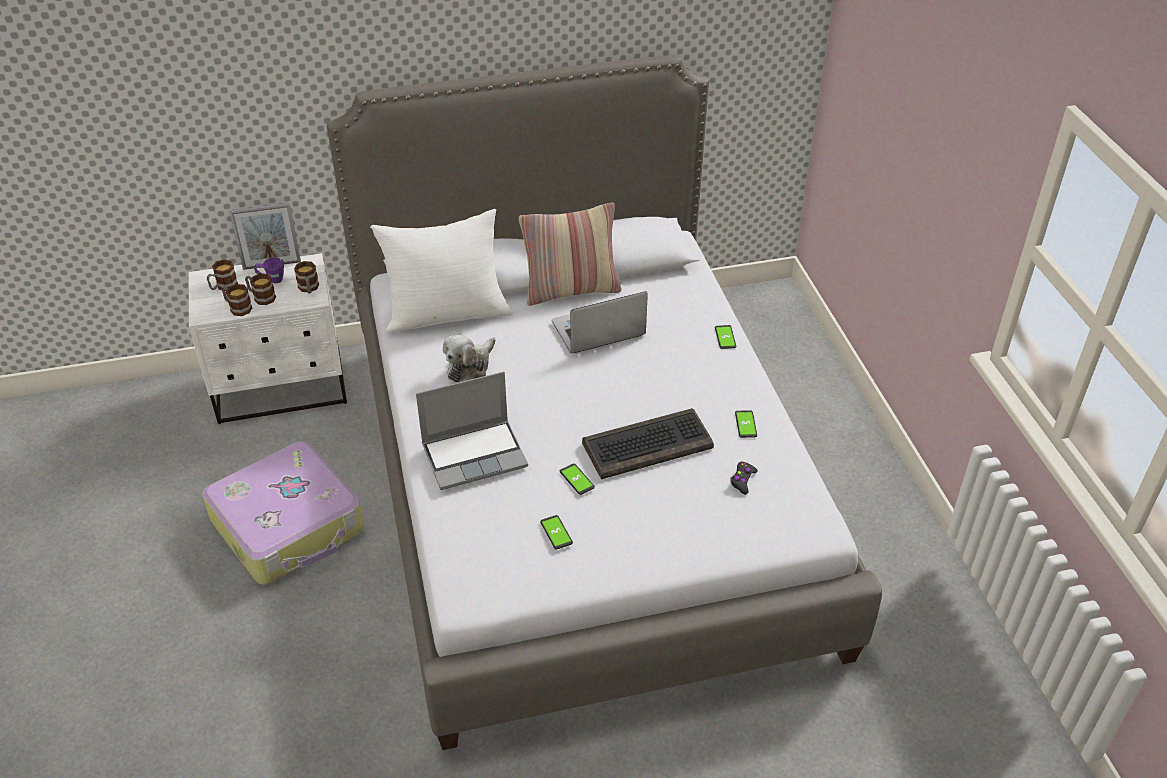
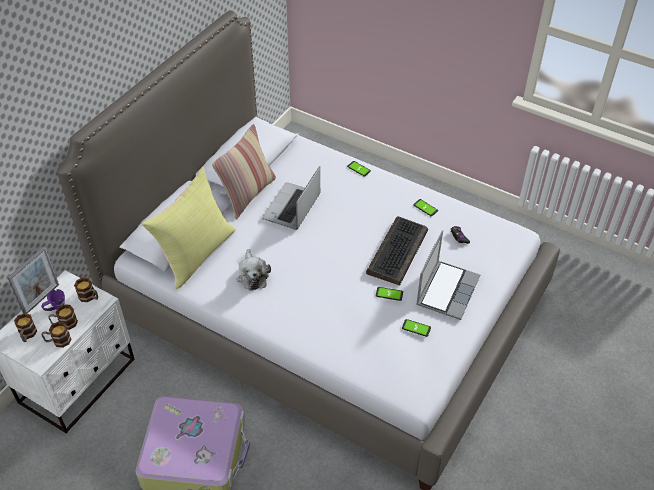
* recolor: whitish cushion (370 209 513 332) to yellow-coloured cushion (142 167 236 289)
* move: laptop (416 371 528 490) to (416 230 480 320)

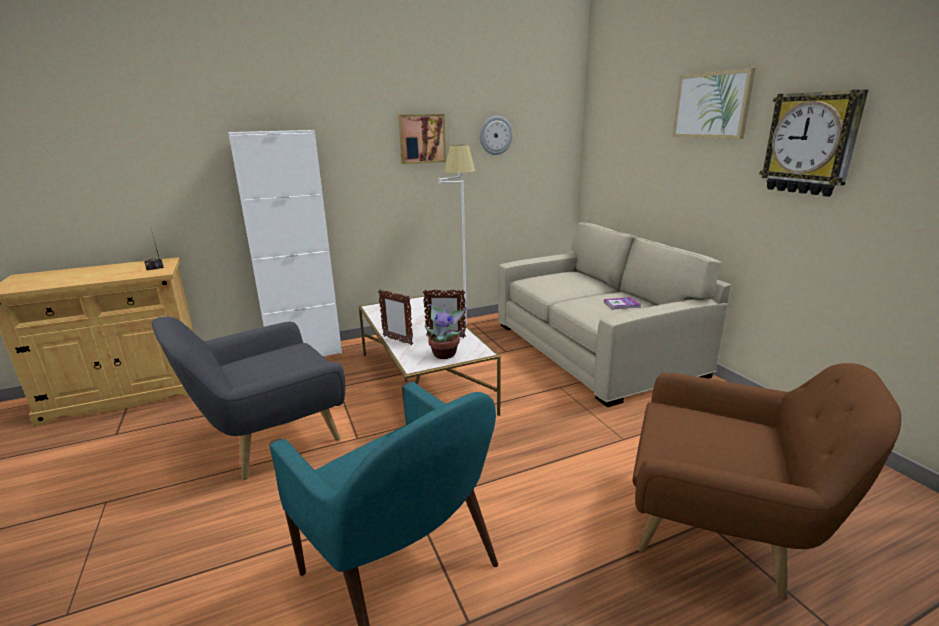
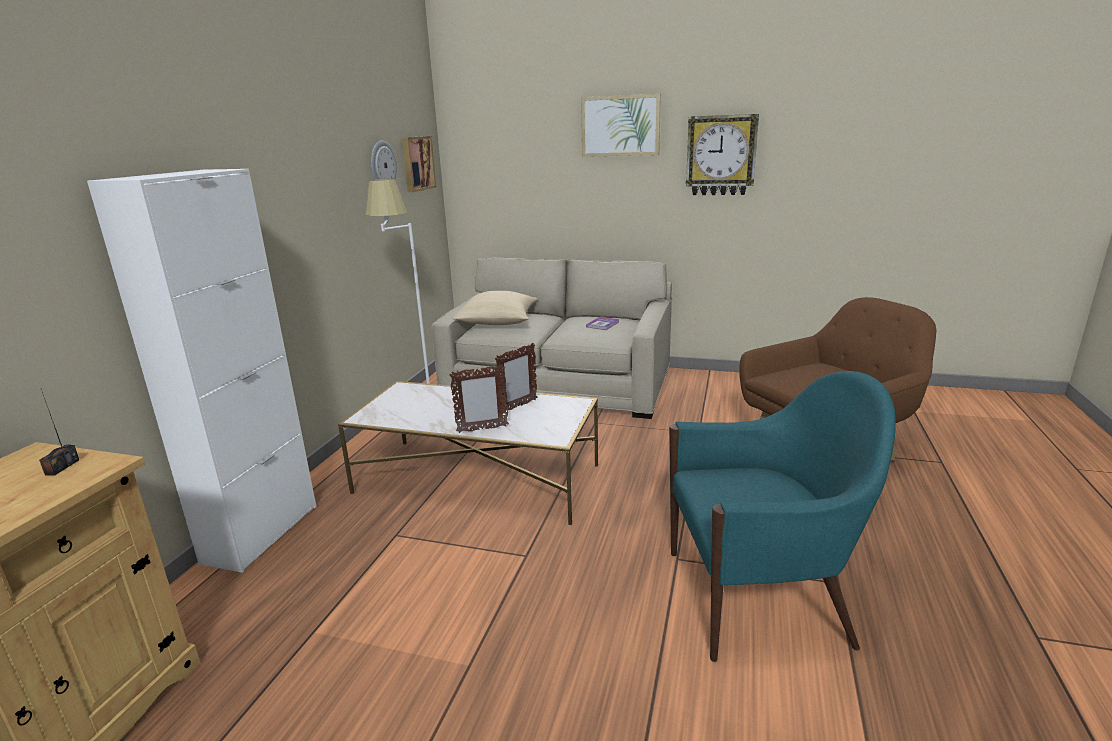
* move: wall picture (398 114 446 164) to (402 136 437 192)
* delete: houseplant (424 304 467 359)
* delete: grey easy chair (152 316 346 480)
* insert: beige-coloured cushion (452 291 538 325)

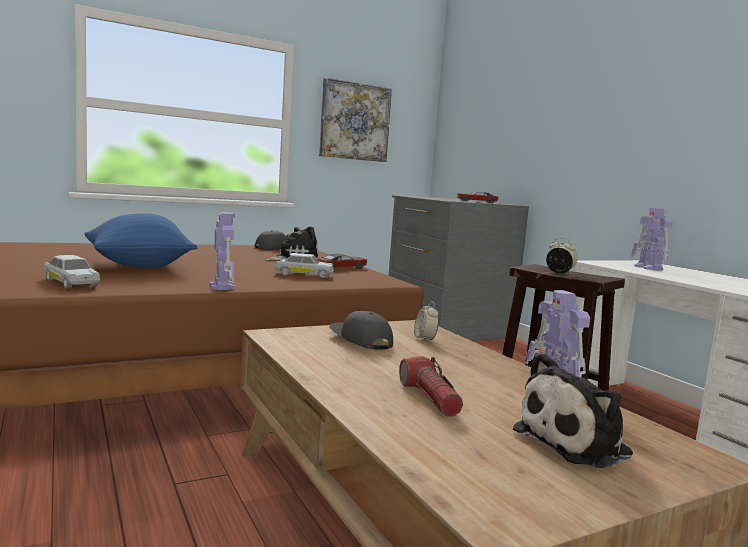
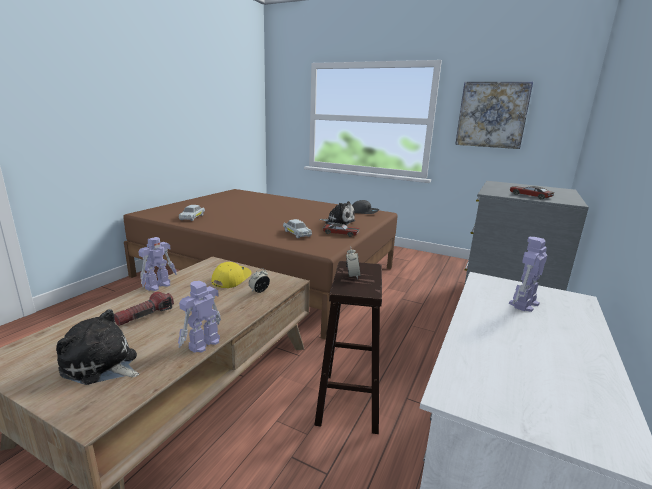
* move: model robot (210 212 236 290) to (138 237 177 291)
* delete: blue cushion (85 213 198 268)
* recolor: grey cap (329 311 393 350) to yellow-coloured cap (211 262 251 288)

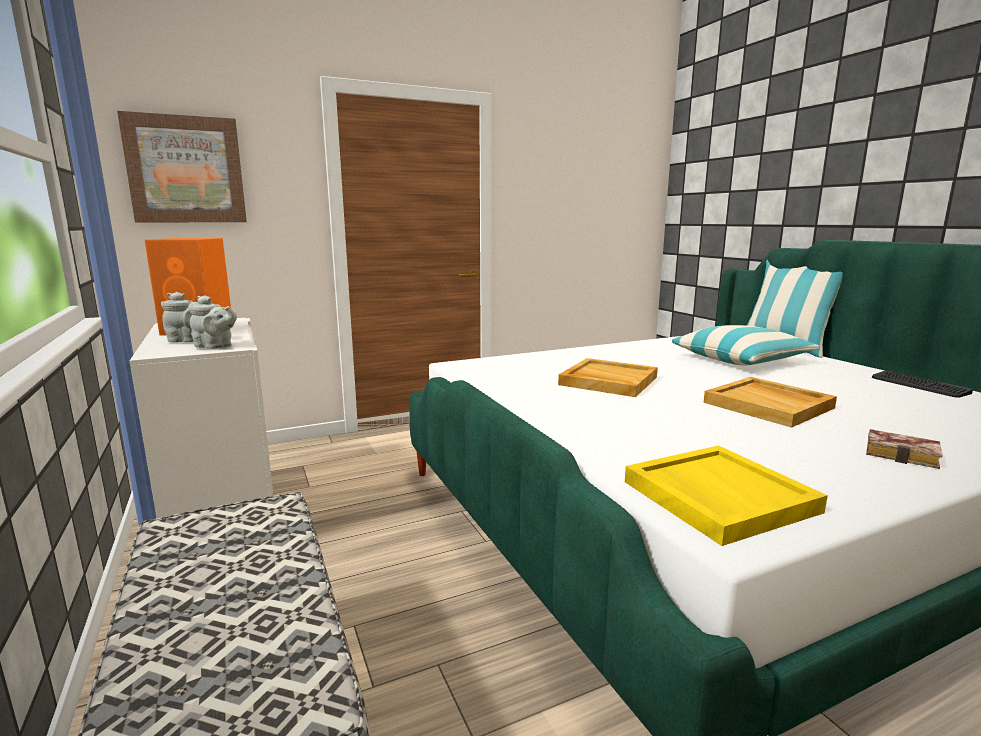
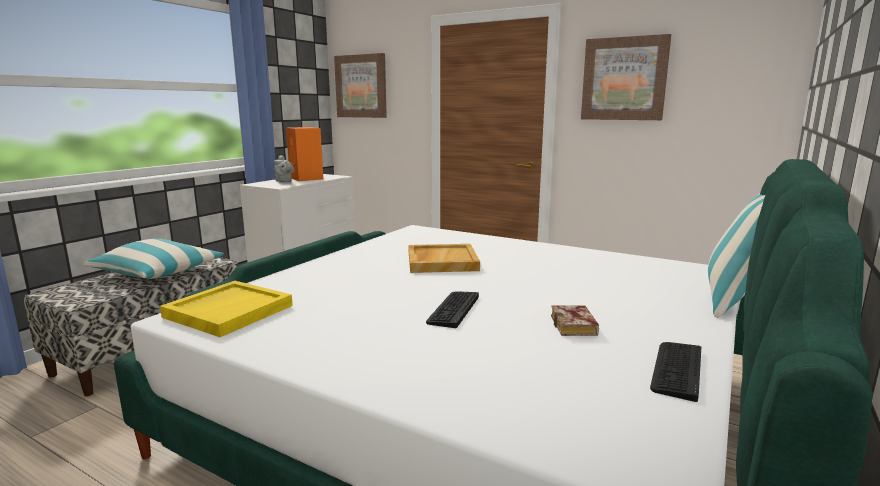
* delete: grey tea pot (189 295 237 349)
* move: cushion (672 325 820 365) to (83 239 224 279)
* replace: beige-coloured serving tray (703 377 837 428) to PC keyboard (426 291 479 328)
* move: book (866 429 943 469) to (551 306 599 336)
* insert: wall picture (581 34 671 120)

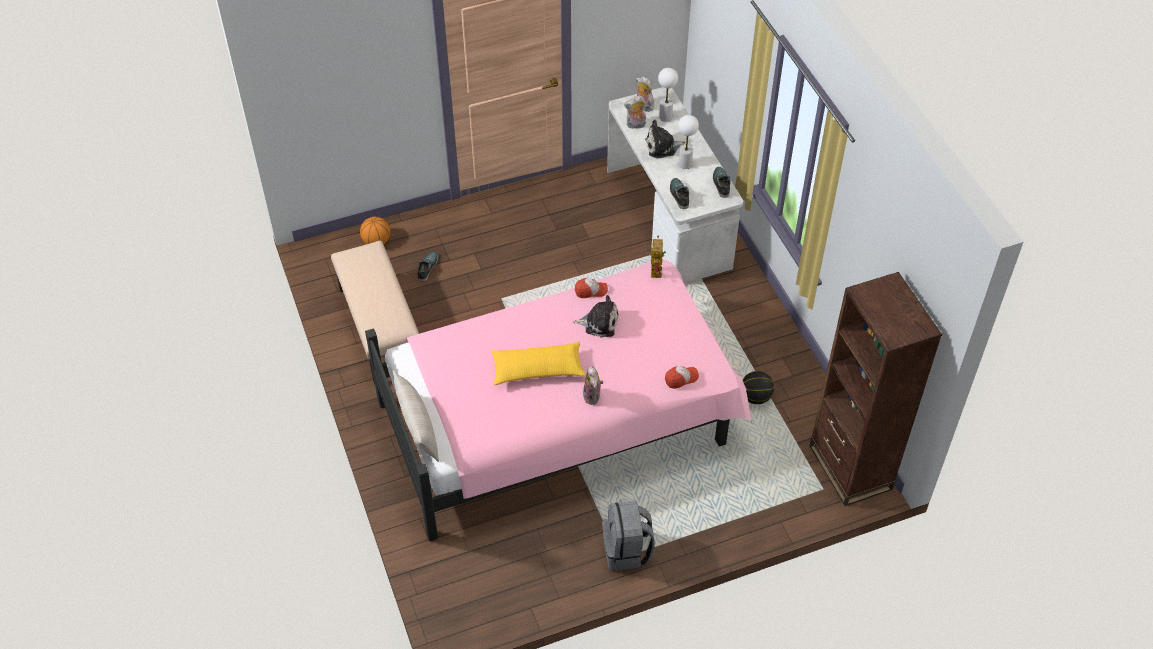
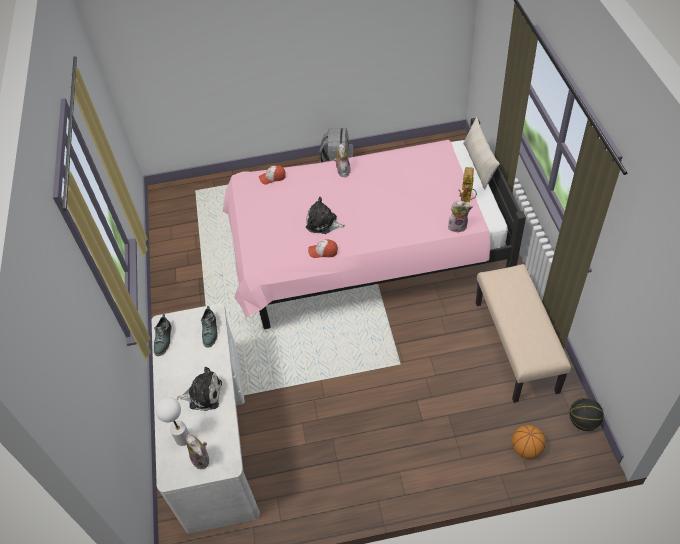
* move: soft toy (624 96 646 129) to (448 201 473 232)
* delete: whitish lamp for a table (678 115 699 169)
* move: model robot (645 236 666 278) to (459 167 477 203)
* delete: shoe (418 252 438 282)
* delete: brownish bookcase (809 272 942 506)
* delete: yellow-coloured cushion (491 342 585 385)
* move: basketball ball (743 371 774 404) to (569 398 604 431)

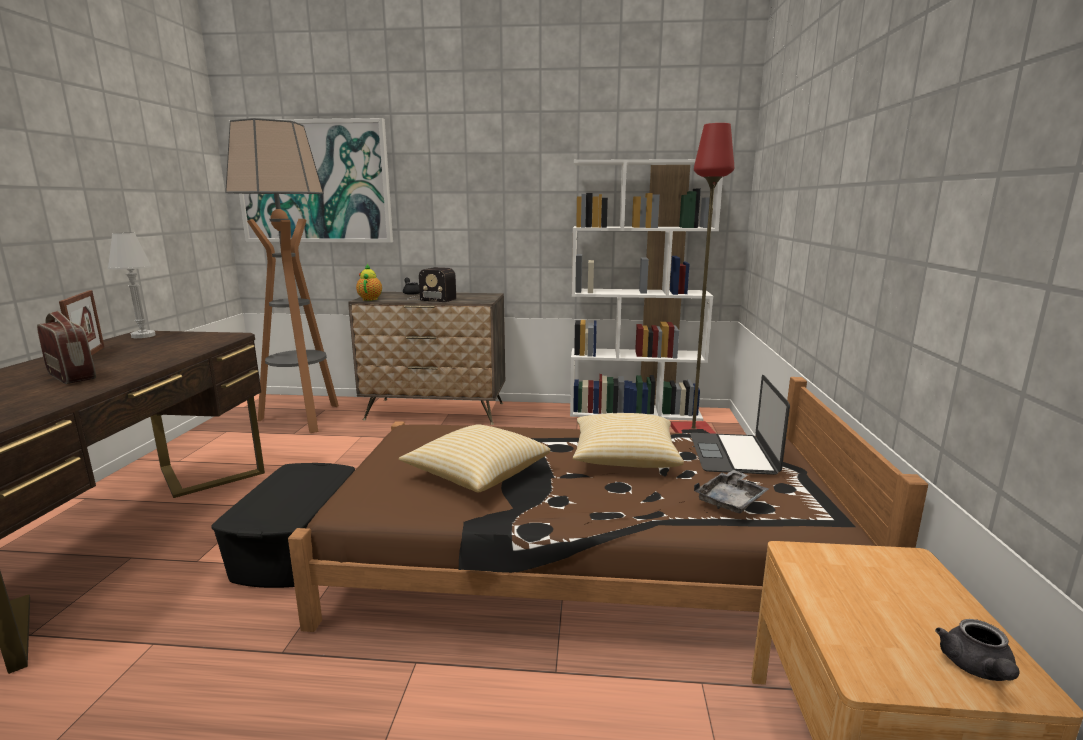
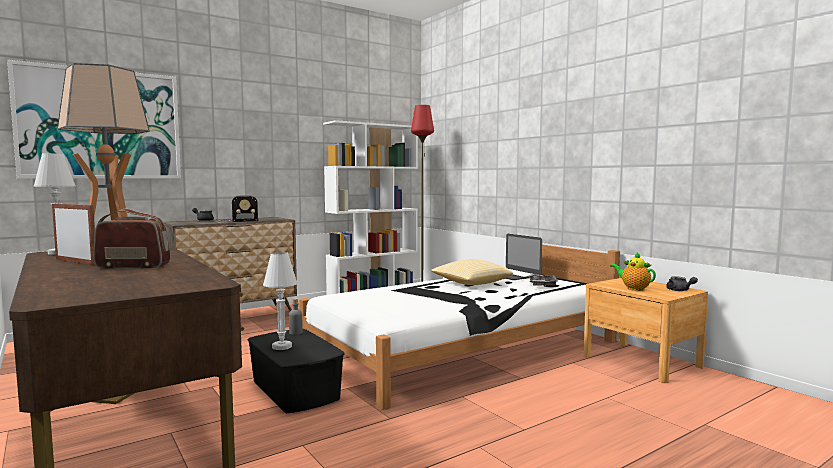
* move: tea pot (356 264 382 301) to (610 252 656 291)
* recolor: brownish bed (288 377 928 632) to whitish bed (299 245 620 410)
* delete: cushion (399 424 551 493)
* insert: whitish lamp for a table (263 252 297 350)
* insert: grey beverage bottle (289 298 303 335)

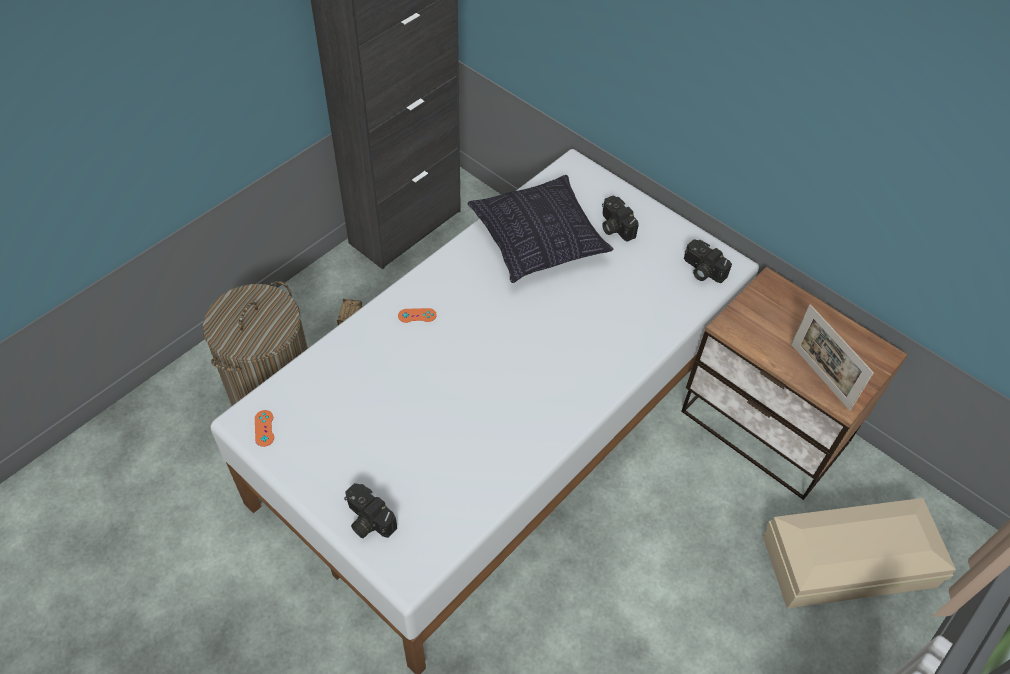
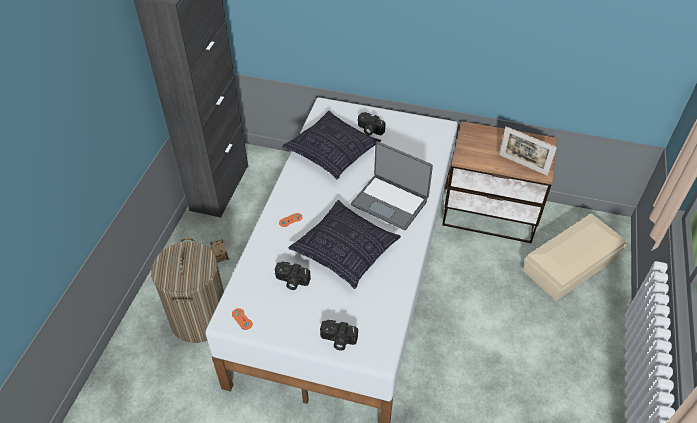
* move: still camera (684 239 732 283) to (275 261 311 290)
* insert: laptop (351 141 433 230)
* insert: cushion (288 200 401 289)

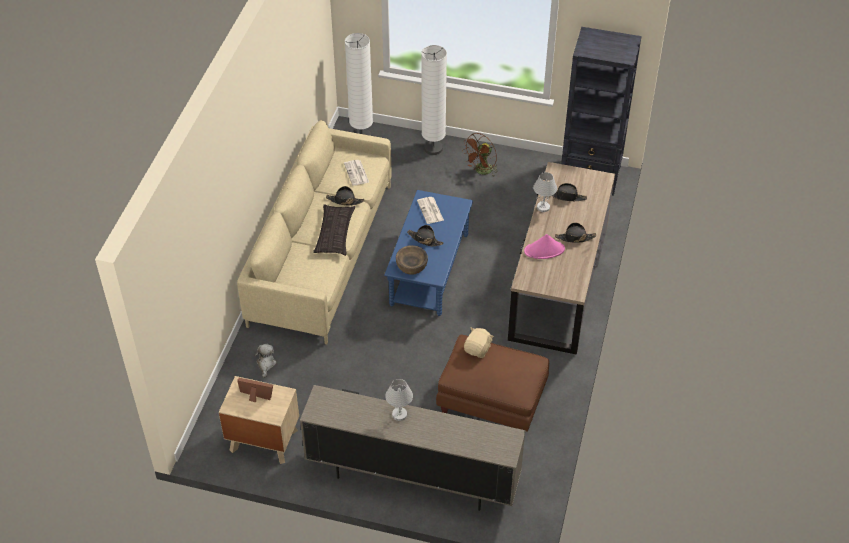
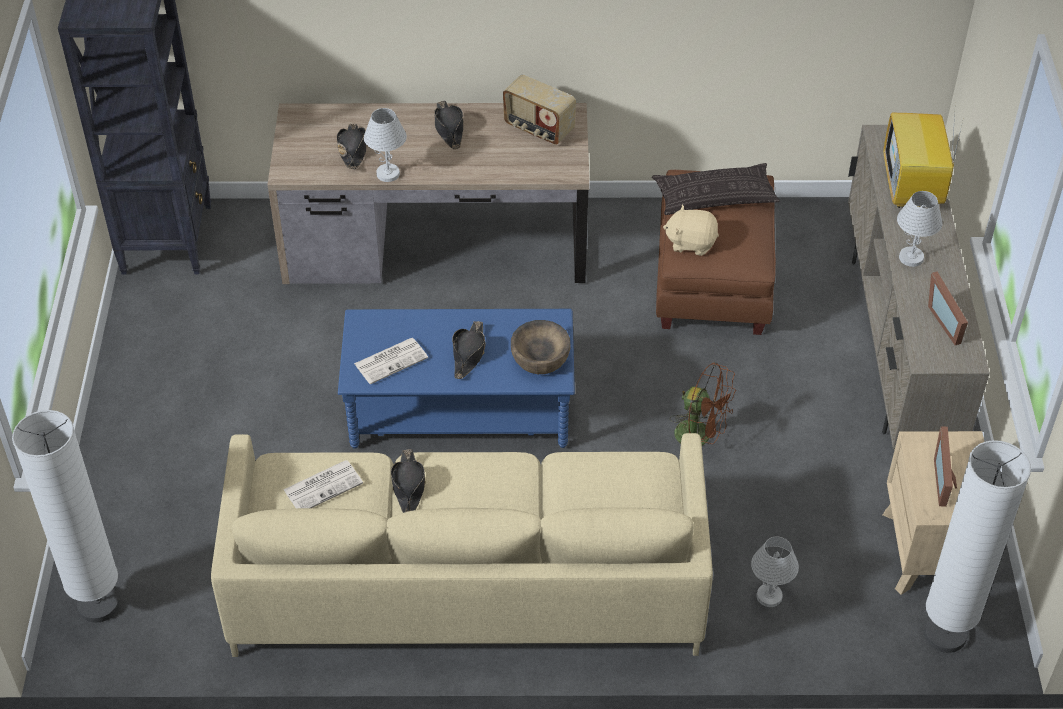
* move: whitish floor lamp (421 45 447 155) to (924 440 1031 653)
* move: brownish fan (463 133 498 176) to (670 362 736 446)
* move: cushion (313 204 355 256) to (652 163 780 215)
* delete: pinkish wearable hat (524 234 565 259)
* replace: soft toy (255 344 277 378) to whitish lamp for a table (751 536 799 607)
* insert: radio receiver (503 75 576 145)
* insert: television (883 113 962 208)
* insert: standing frame (928 272 968 345)

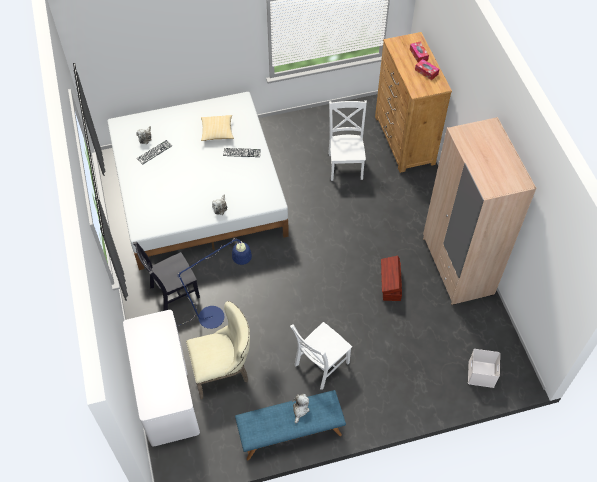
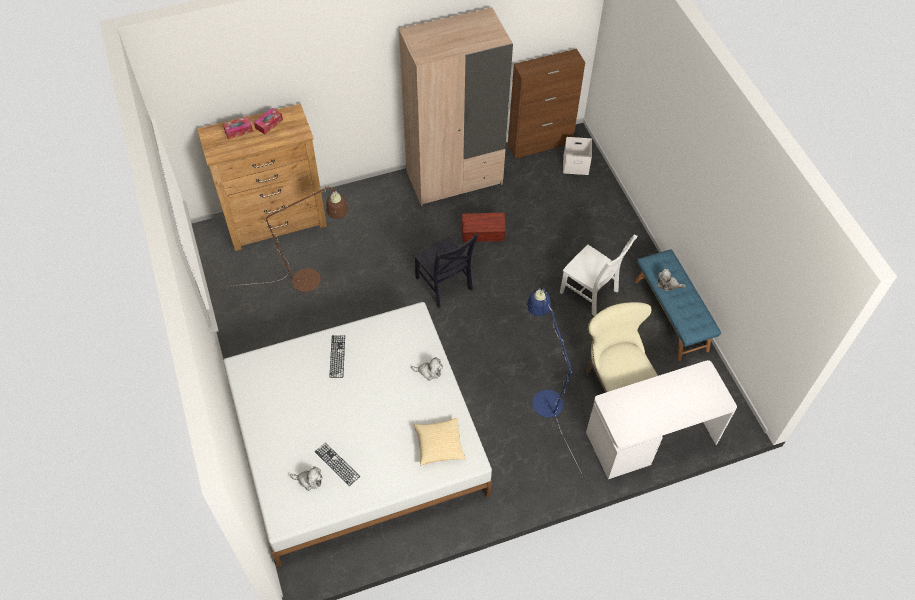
* replace: whitish chair (328 100 367 181) to brownish floor lamp (232 186 348 292)
* move: cushion (201 115 234 141) to (414 417 465 465)
* move: black-coloured chair (133 242 200 311) to (414 233 479 308)
* insert: brownish cabinet (508 49 585 159)

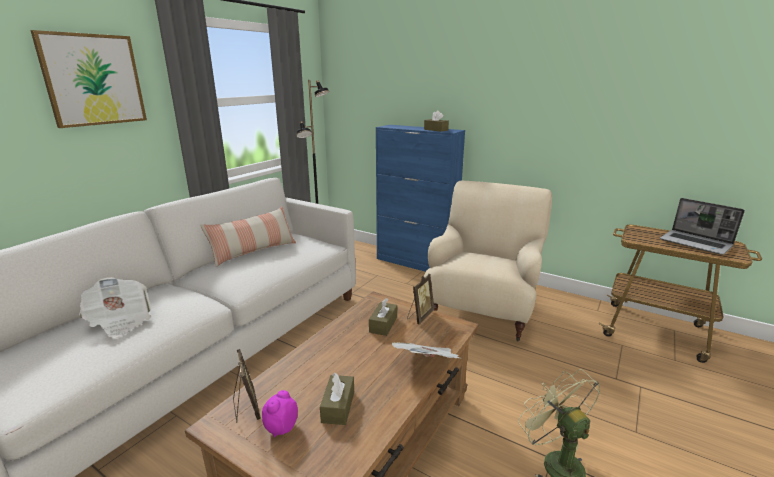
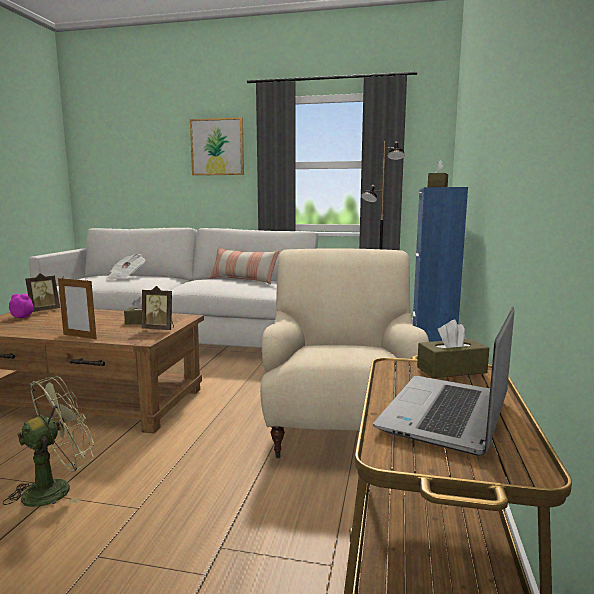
* rotate: beige-coloured easy chair (424 181 552 342) = (260 248 429 458) 90 degrees counterclockwise
* replace: newspaper (392 342 461 359) to standing frame (58 278 97 339)
* move: brownish tissue box (320 373 354 425) to (417 320 489 378)

